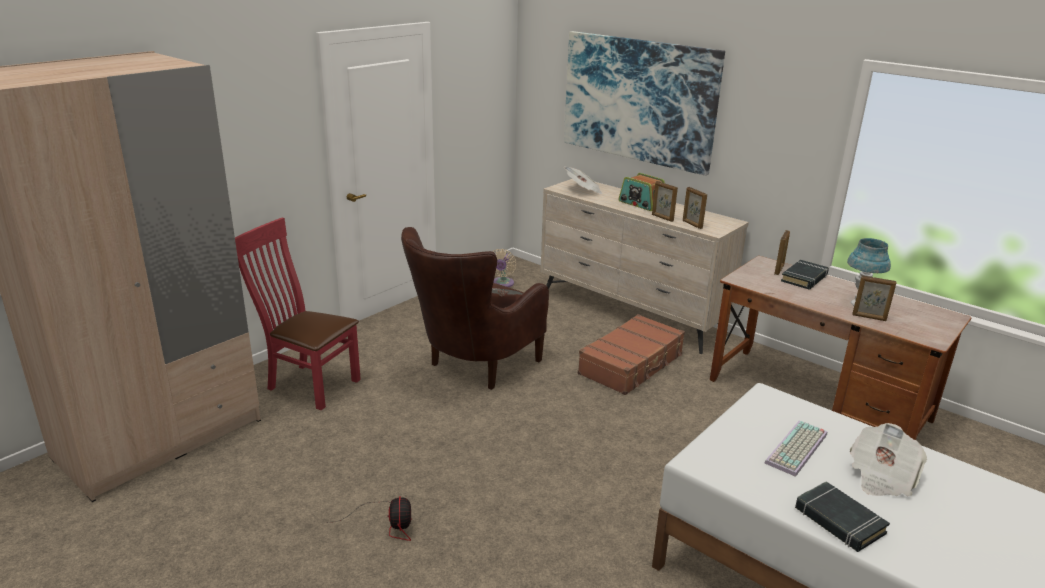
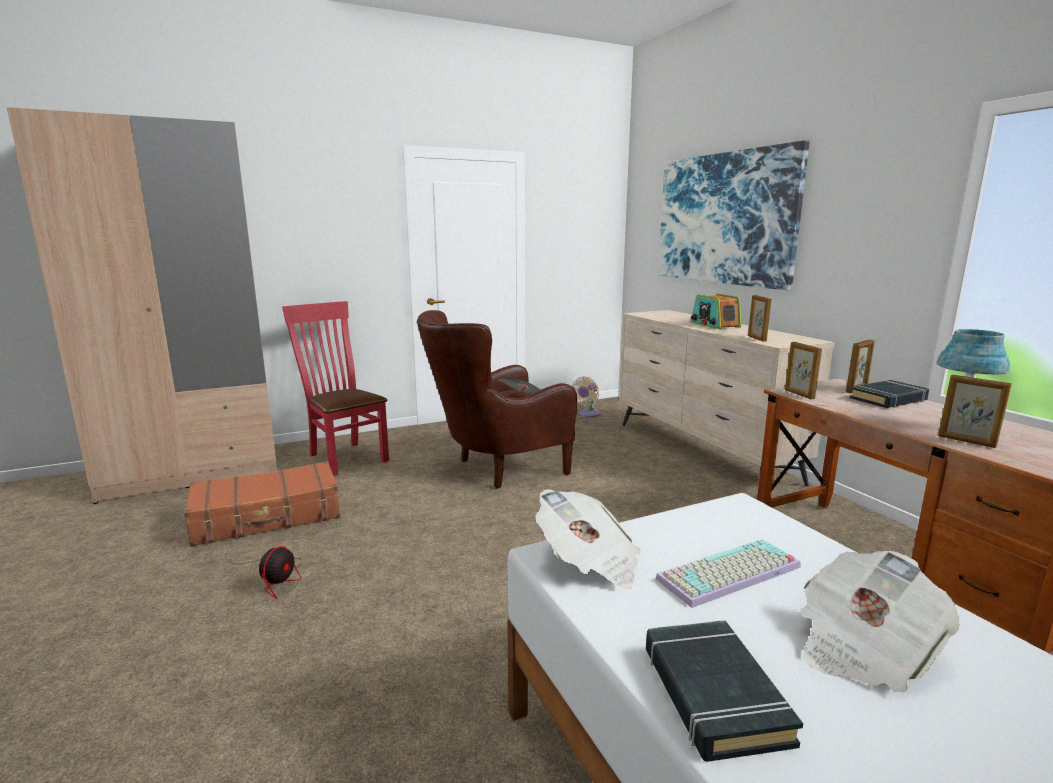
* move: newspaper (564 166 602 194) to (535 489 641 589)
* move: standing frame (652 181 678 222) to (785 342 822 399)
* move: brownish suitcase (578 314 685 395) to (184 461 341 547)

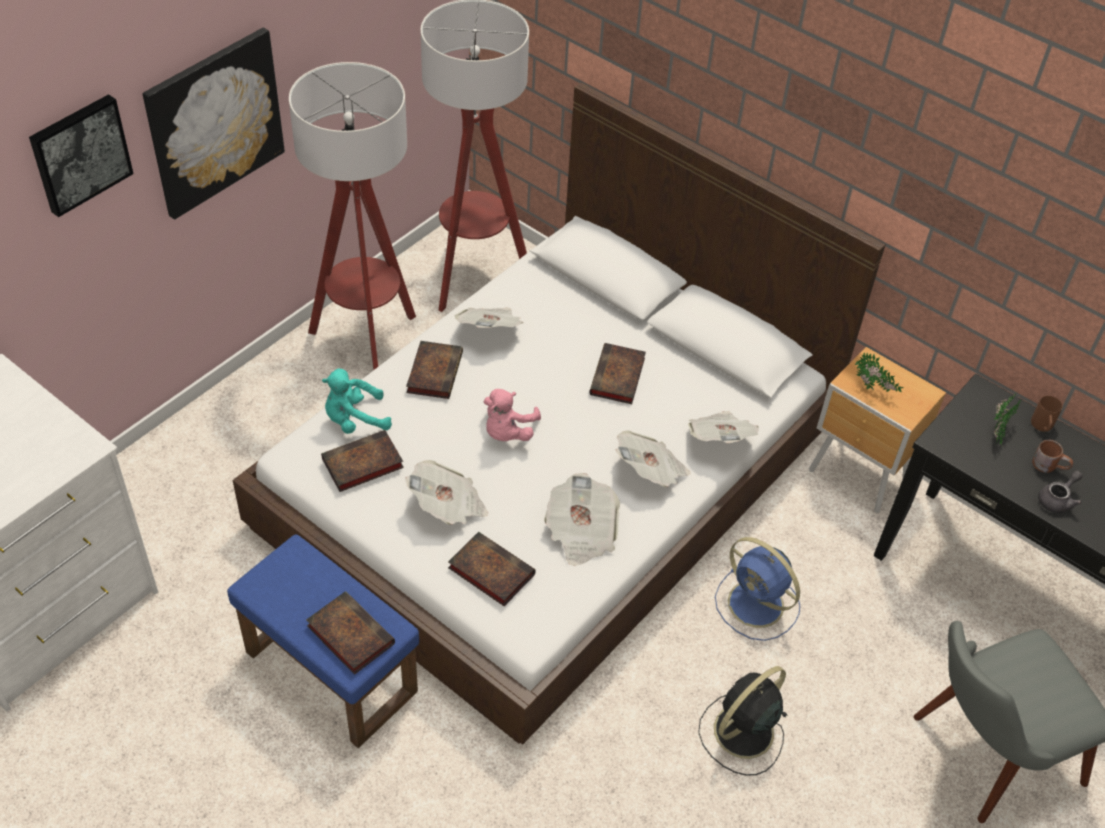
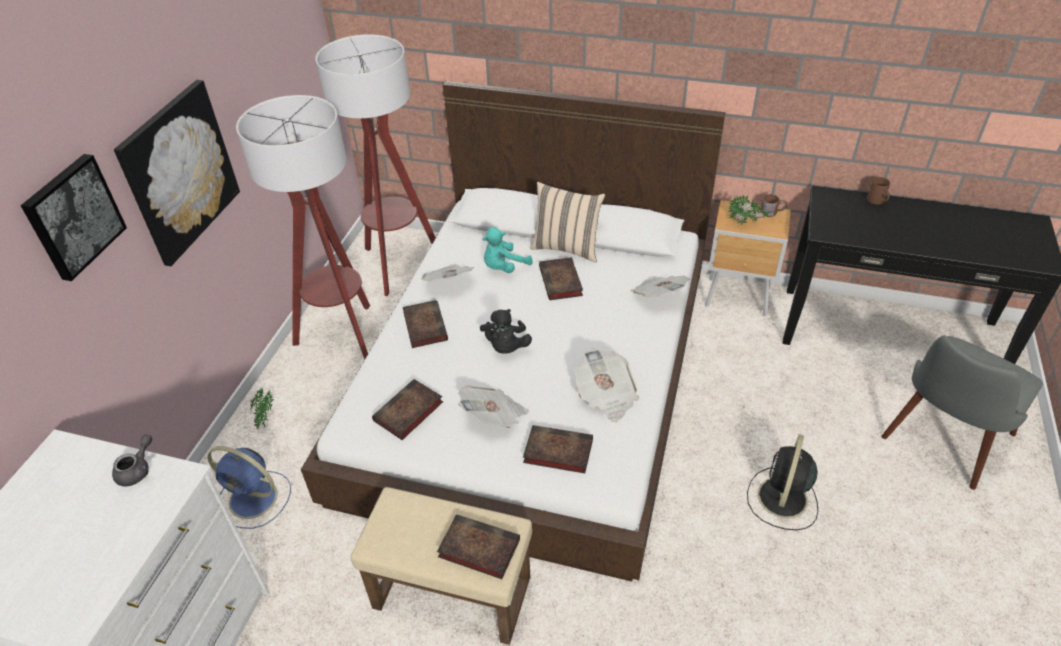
* move: blue-green soft toy (322 369 392 434) to (482 227 533 273)
* recolor: pinkish soft toy (484 389 541 441) to black-coloured soft toy (480 309 532 354)
* move: houseplant (994 394 1021 447) to (250 389 274 430)
* delete: newspaper (616 430 691 487)
* move: brownish mug (1032 440 1073 473) to (761 194 788 217)
* move: grey tea pot (1038 470 1083 513) to (112 435 152 486)
* recolor: blue footrest (227 535 419 748) to beige-coloured footrest (351 487 532 645)
* move: blue fan (715 537 800 641) to (208 446 291 529)
* insert: beige-coloured cushion (530 182 605 263)

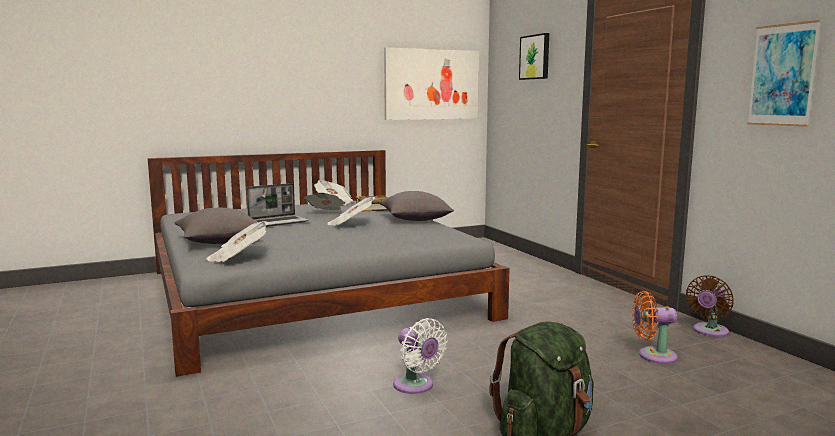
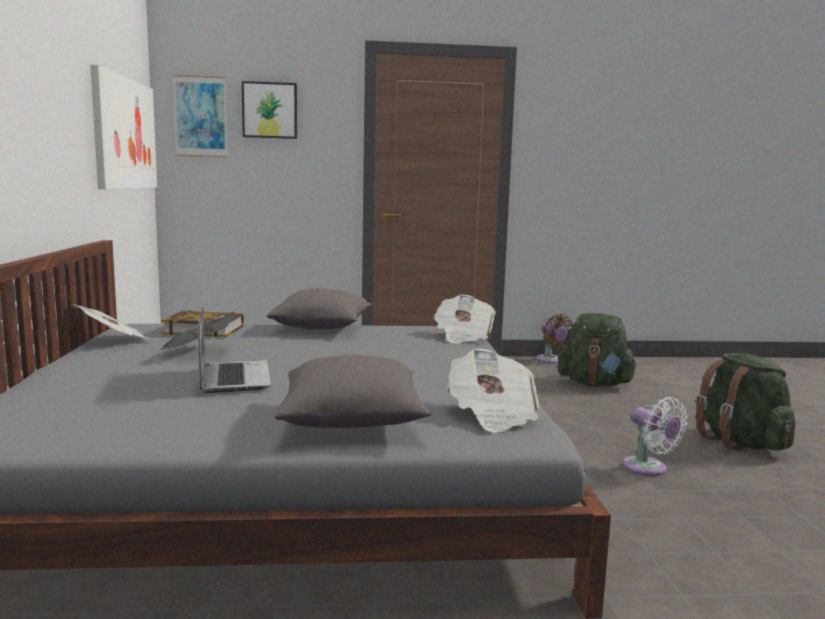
* move: wall picture (747 20 821 127) to (173 75 228 157)
* move: newspaper (327 197 375 226) to (434 295 496 343)
* replace: orange fan (632 291 678 364) to greenish backpack (558 313 637 386)
* rotate: whitish fan (393 318 448 394) = (623 397 687 476) 75 degrees clockwise

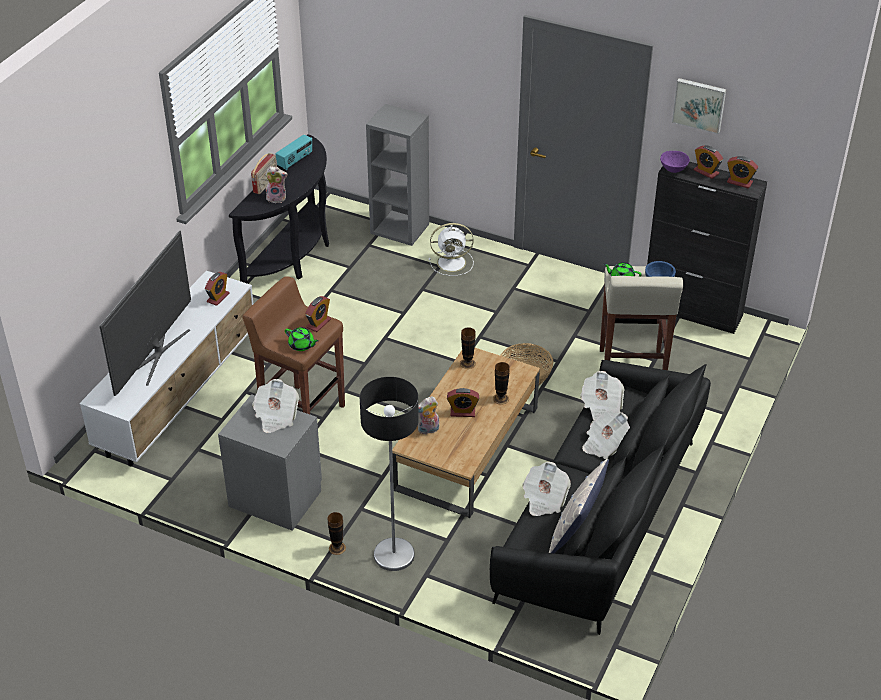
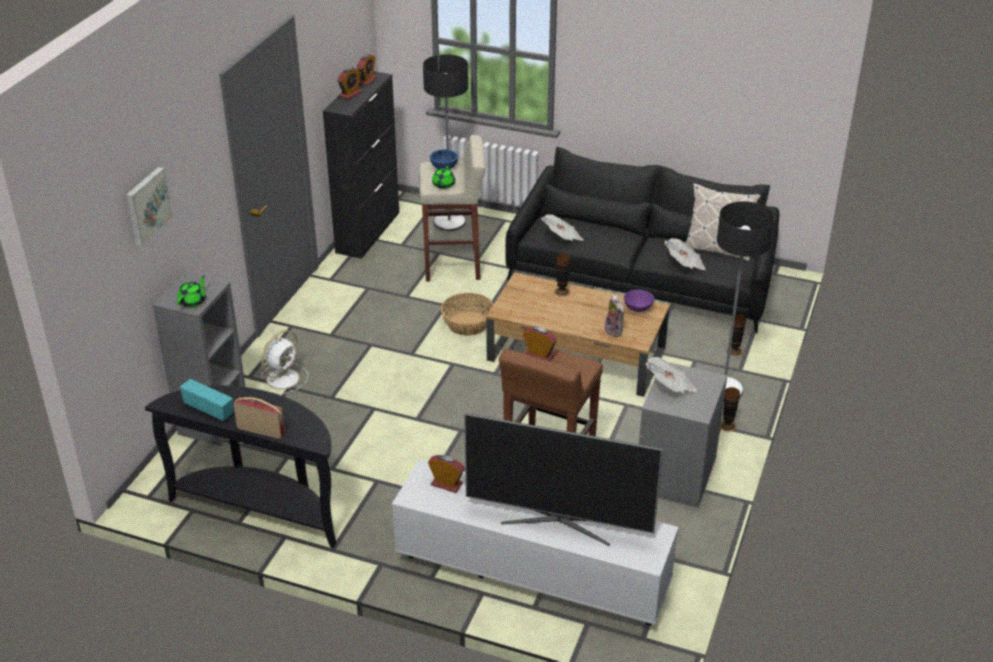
* move: wall picture (672 78 726 134) to (126 167 173 246)
* move: purple bowl (660 151 690 173) to (624 290 655 312)
* delete: soft toy (265 166 288 203)
* rotate: whitish fan (429 223 474 276) = (258 330 308 394) 45 degrees clockwise
* move: greenish tea pot (285 327 319 351) to (177 276 206 307)
* move: decorative vase (460 327 476 369) to (727 314 746 356)
* delete: table clock (447 388 479 417)
* delete: newspaper (582 411 630 459)
* insert: floor lamp (423 54 468 231)

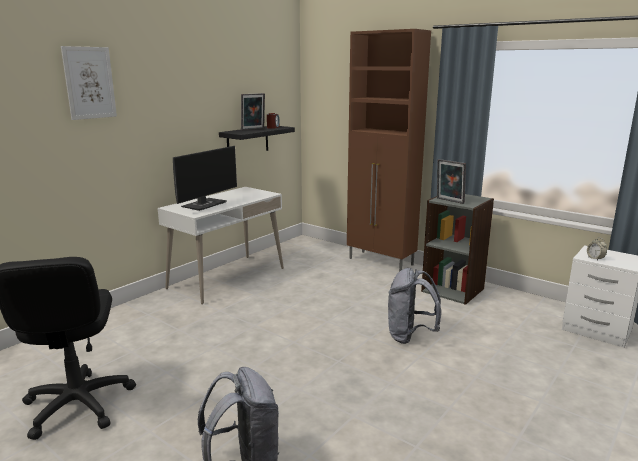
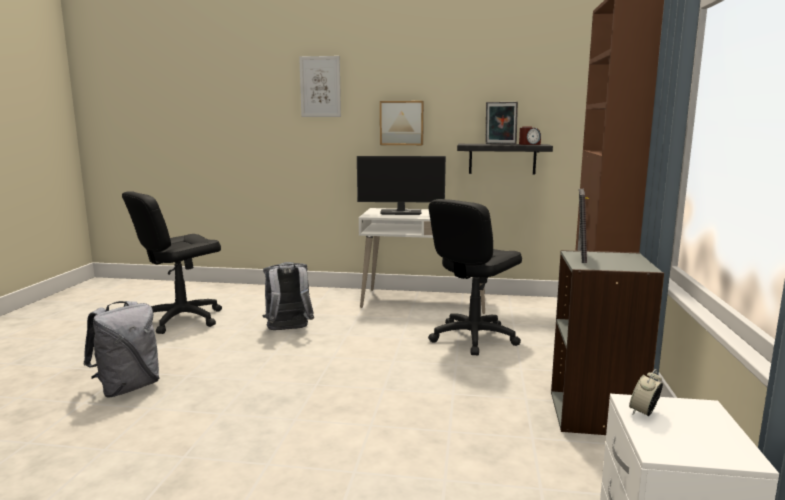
* move: grey backpack (388 268 441 344) to (262 262 314 330)
* insert: wall picture (380 101 424 145)
* insert: black-coloured desk chair (428 199 522 355)

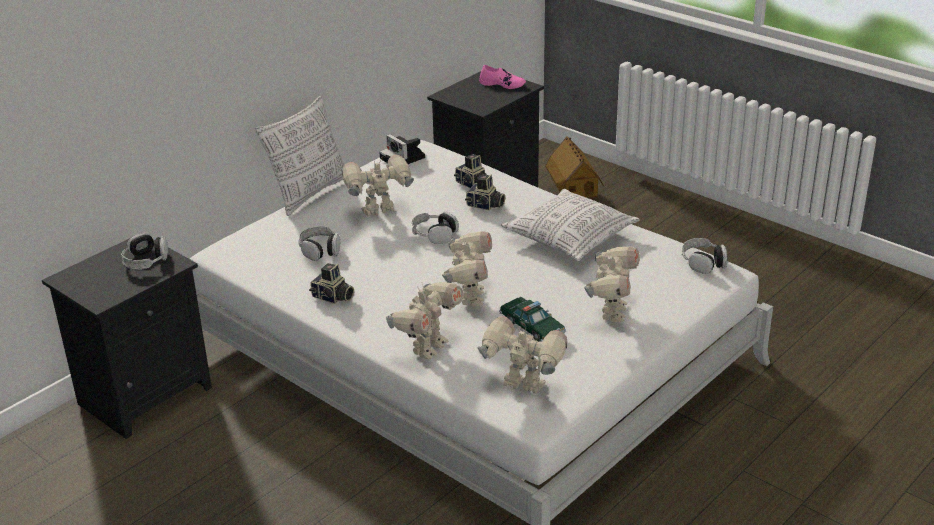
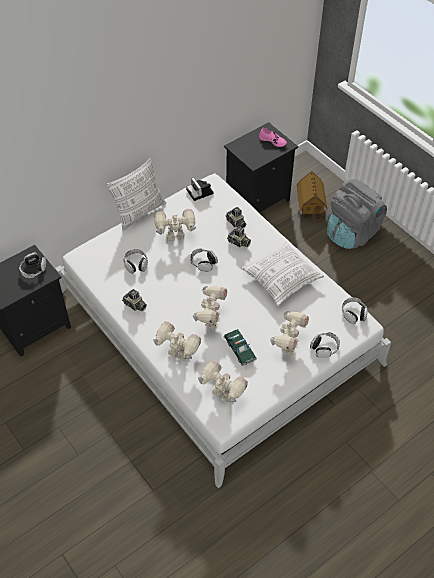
* rotate: model robot (386 282 463 360) = (153 321 201 361) 105 degrees counterclockwise
* insert: grey backpack (327 179 387 249)
* insert: headphones (310 332 340 358)

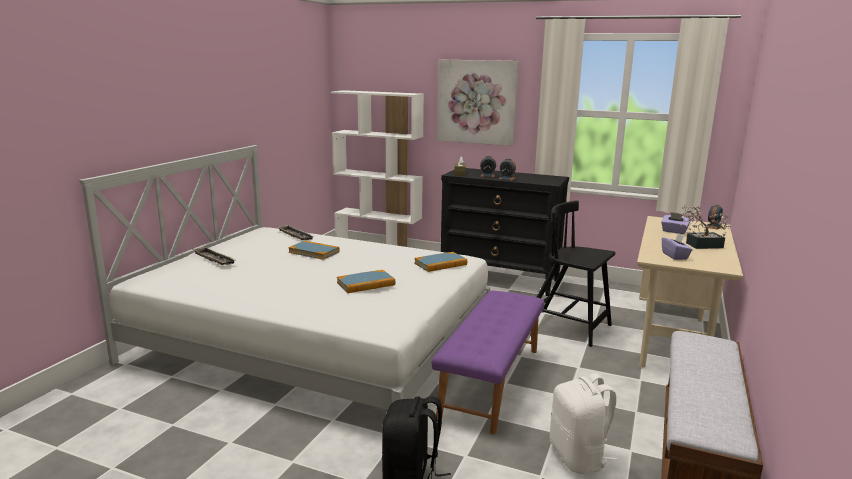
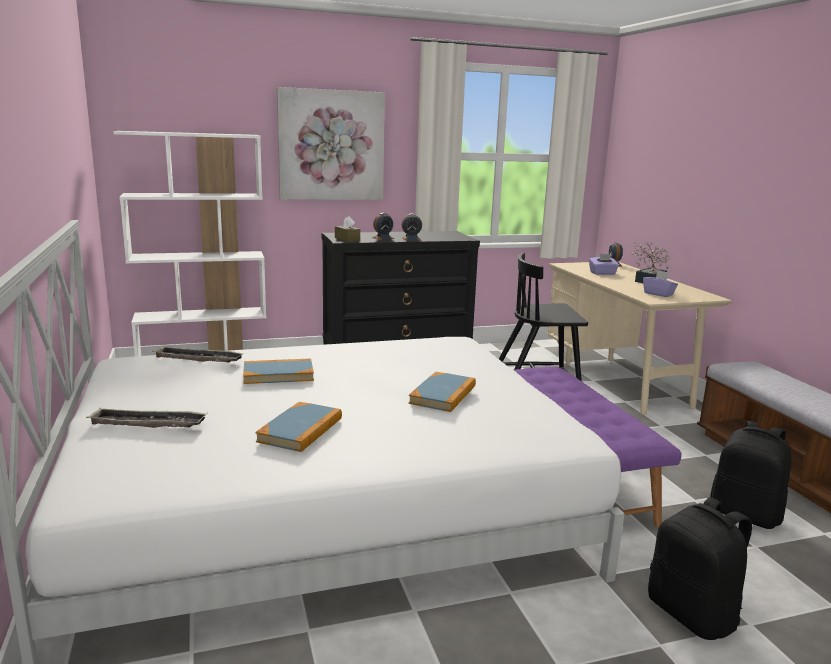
* move: book (414 252 467 272) to (255 402 342 452)
* recolor: whitish backpack (550 374 618 474) to black-coloured backpack (710 421 791 529)

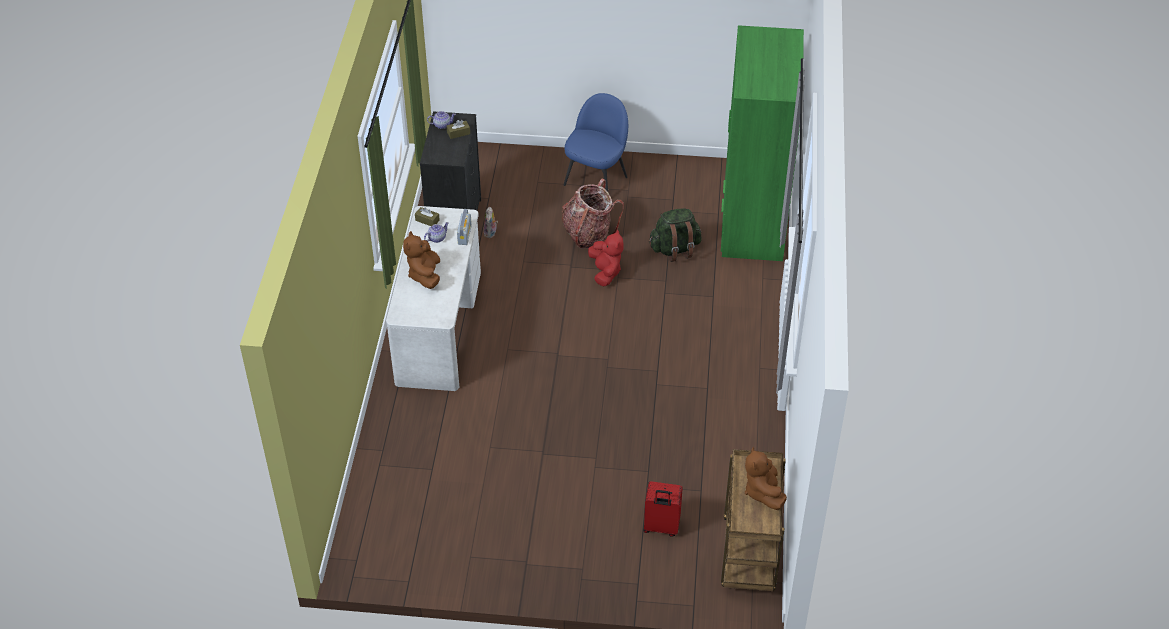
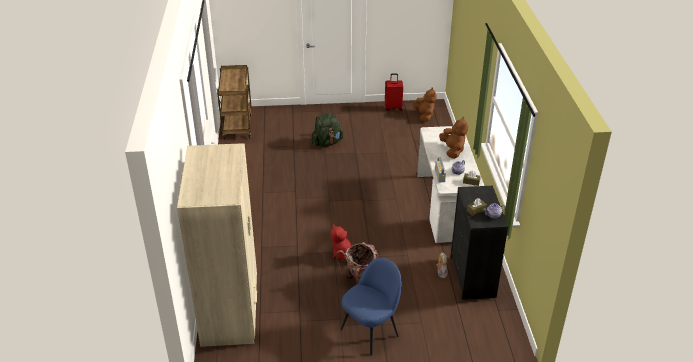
* recolor: greenish clothes cupboard (721 26 804 261) to beige-coloured clothes cupboard (177 143 257 347)
* rotate: blue chair (563 93 628 192) = (341 257 402 356) 150 degrees counterclockwise
* move: greenish backpack (649 208 702 262) to (311 113 343 147)
* move: brownish soft toy (745 447 787 510) to (413 88 437 122)
* move: red suitcase (643 481 683 537) to (385 74 403 111)

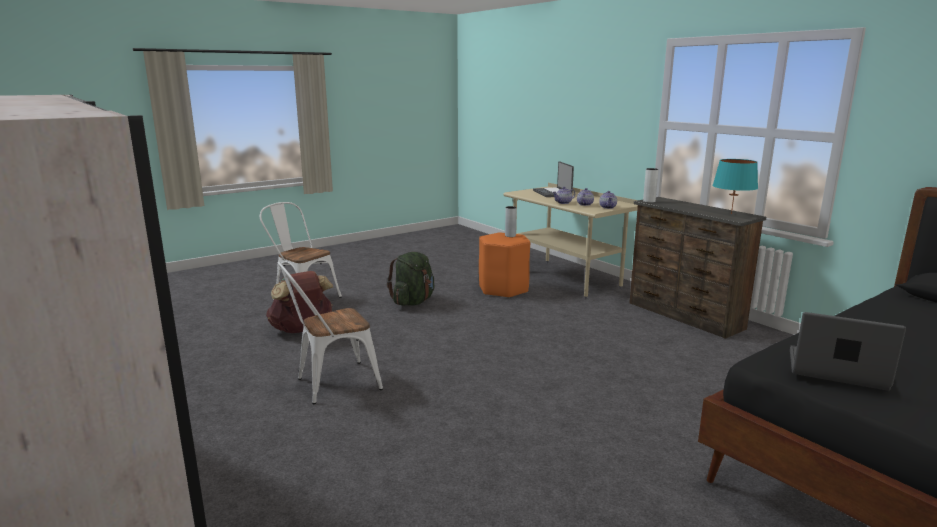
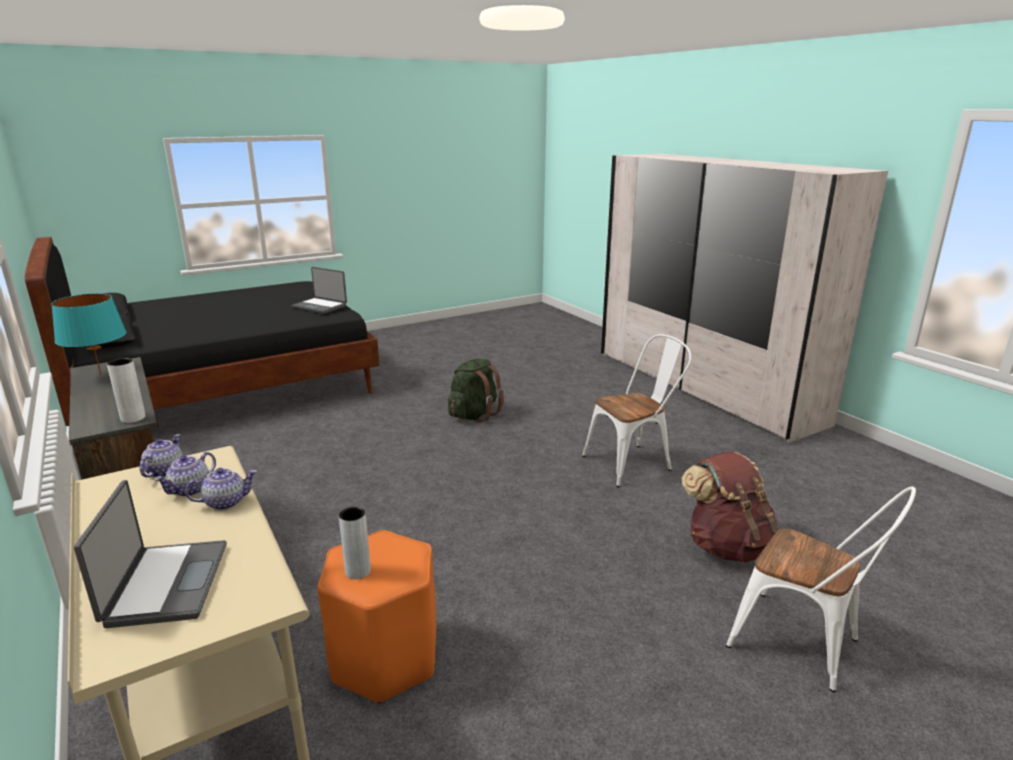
* move: greenish backpack (387 252 434 306) to (448 359 504 423)

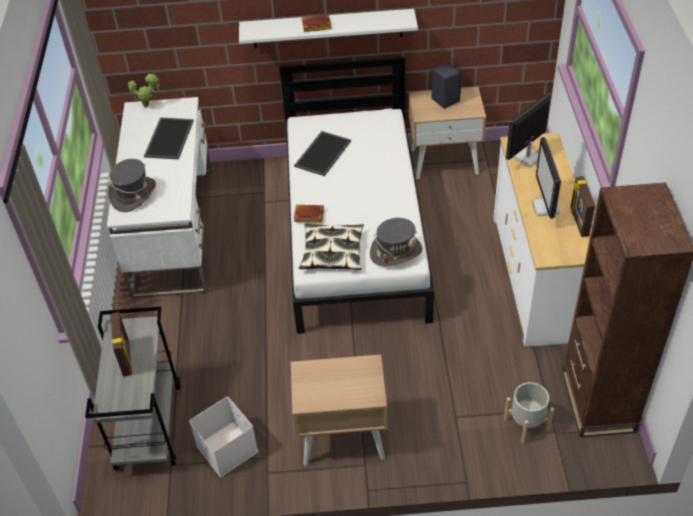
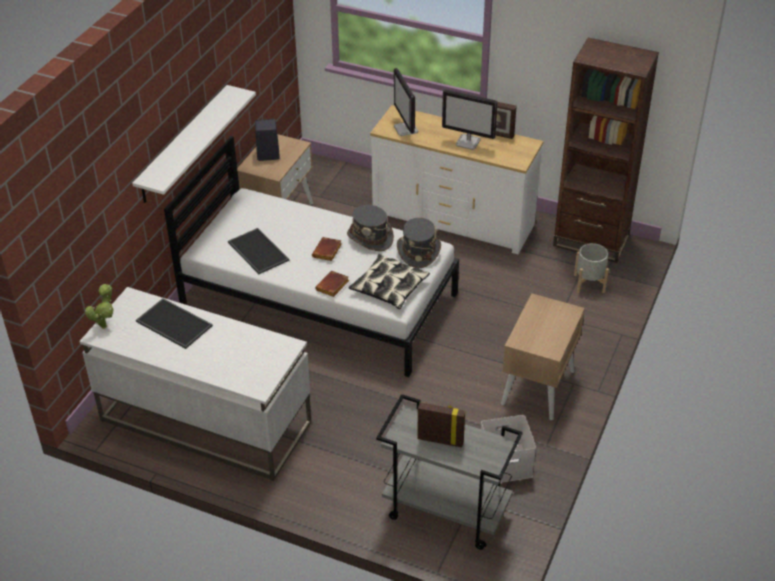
* move: brownish book (302 15 332 32) to (312 237 342 261)
* move: grey wearable hat (108 159 156 212) to (347 205 394 251)

